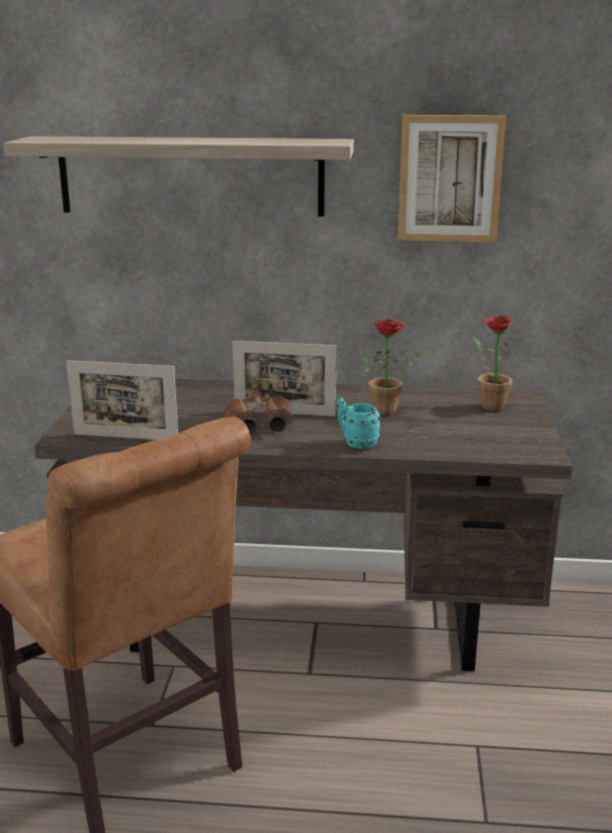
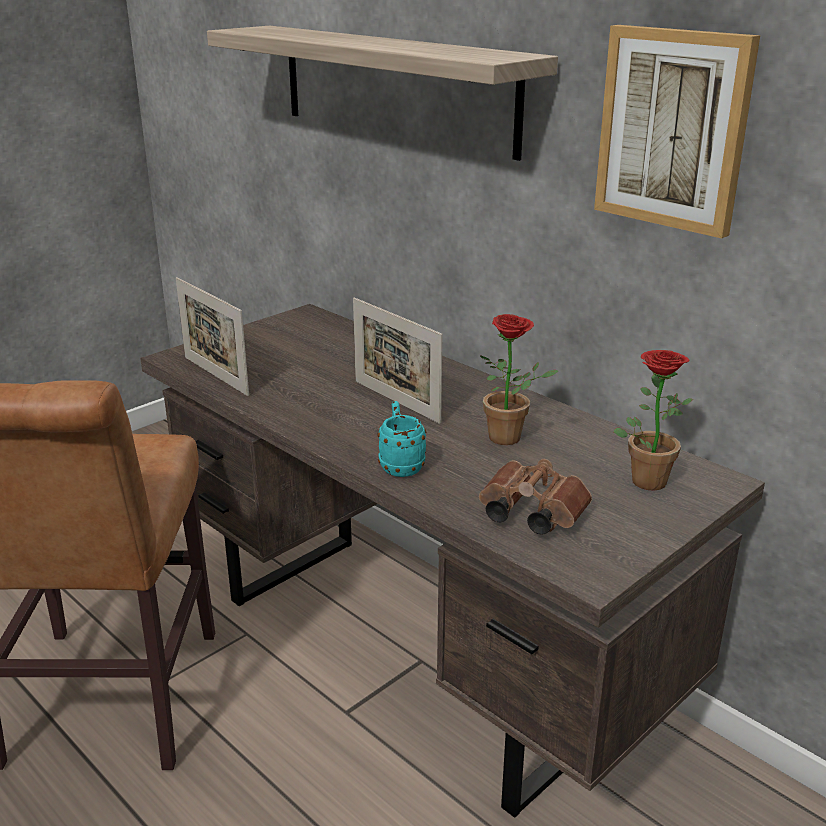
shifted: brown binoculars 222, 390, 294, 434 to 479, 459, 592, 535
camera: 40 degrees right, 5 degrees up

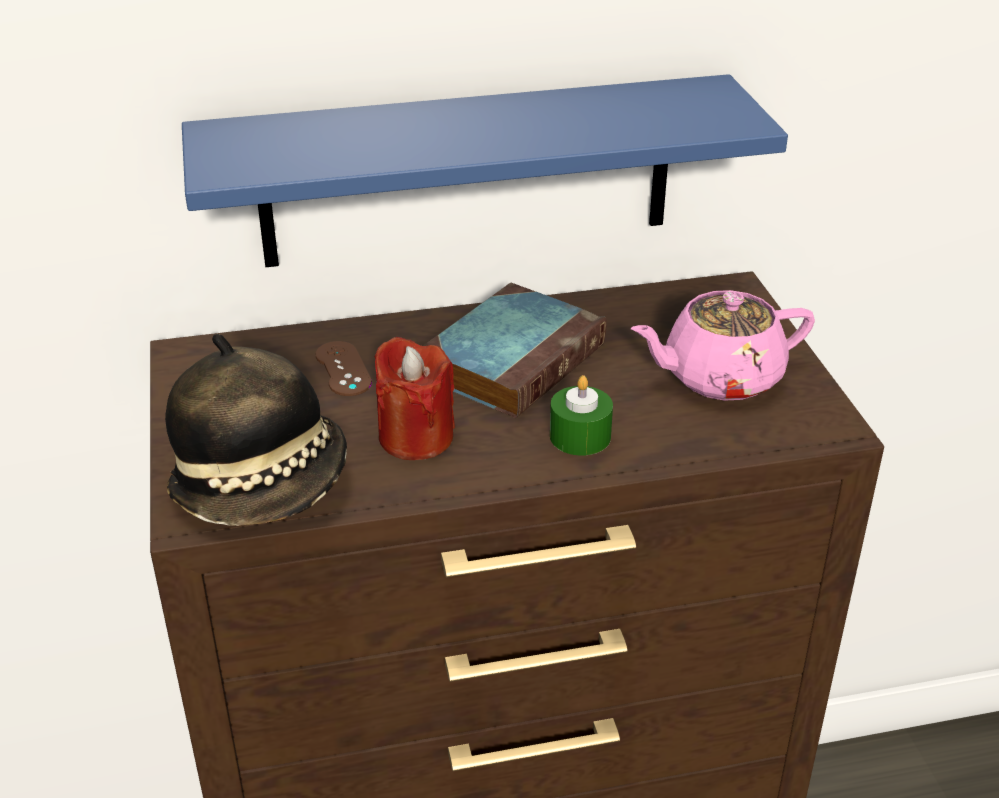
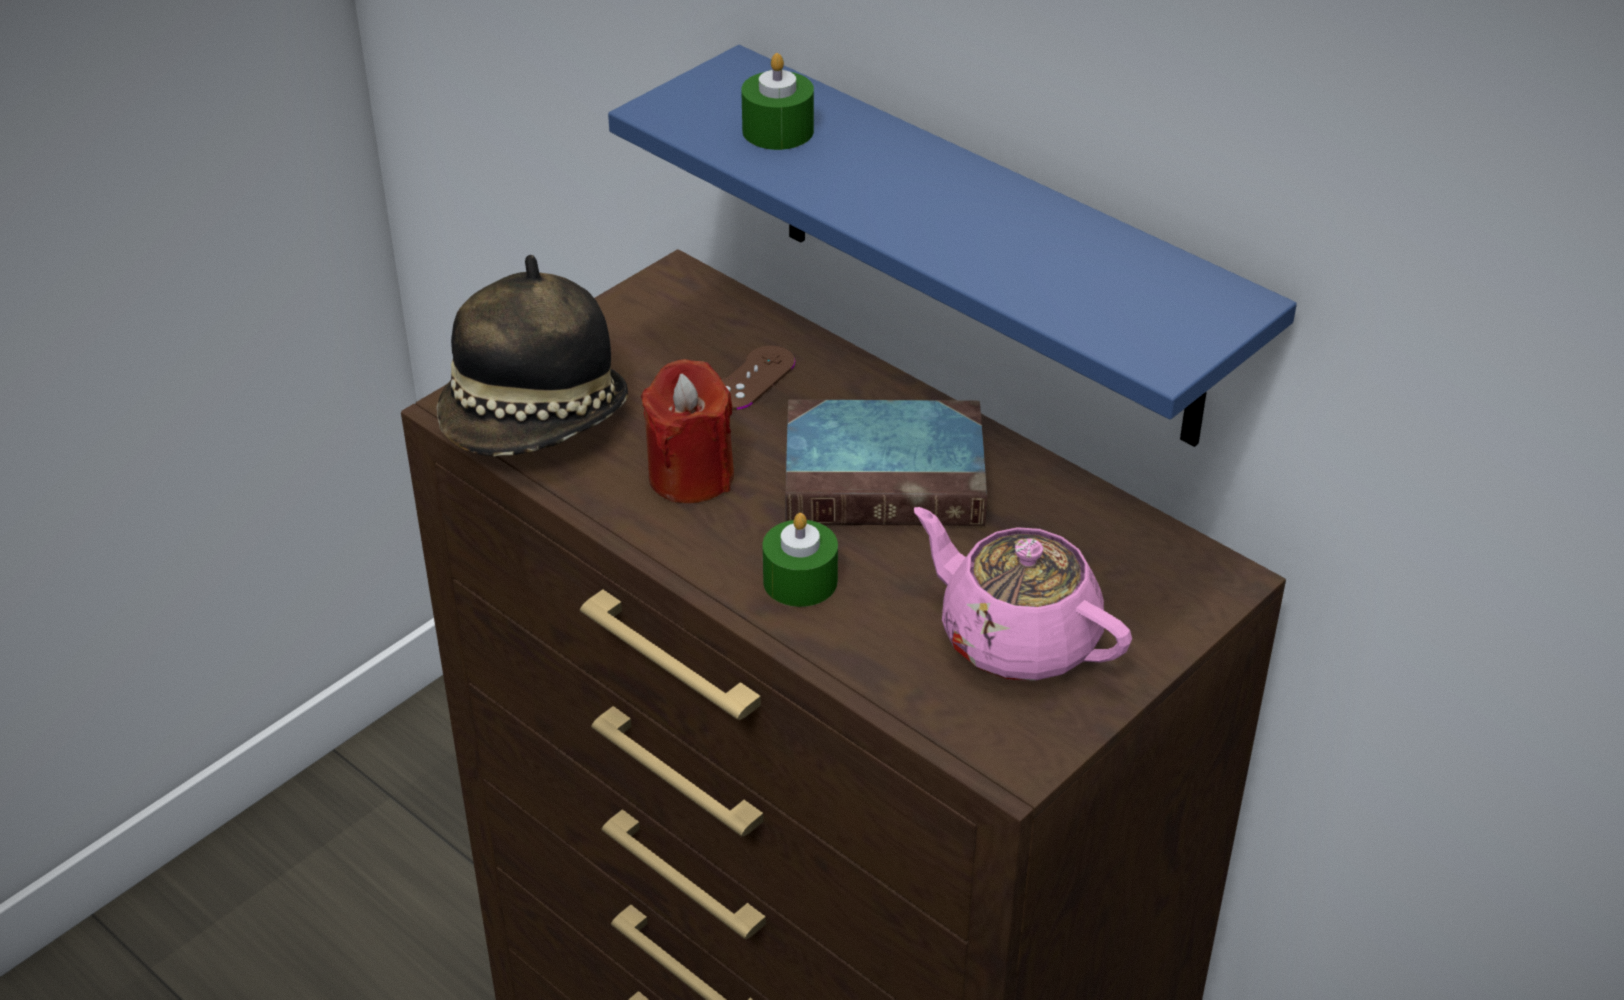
new: green candle 741, 53, 814, 150
camera: 55 degrees right, 5 degrees up

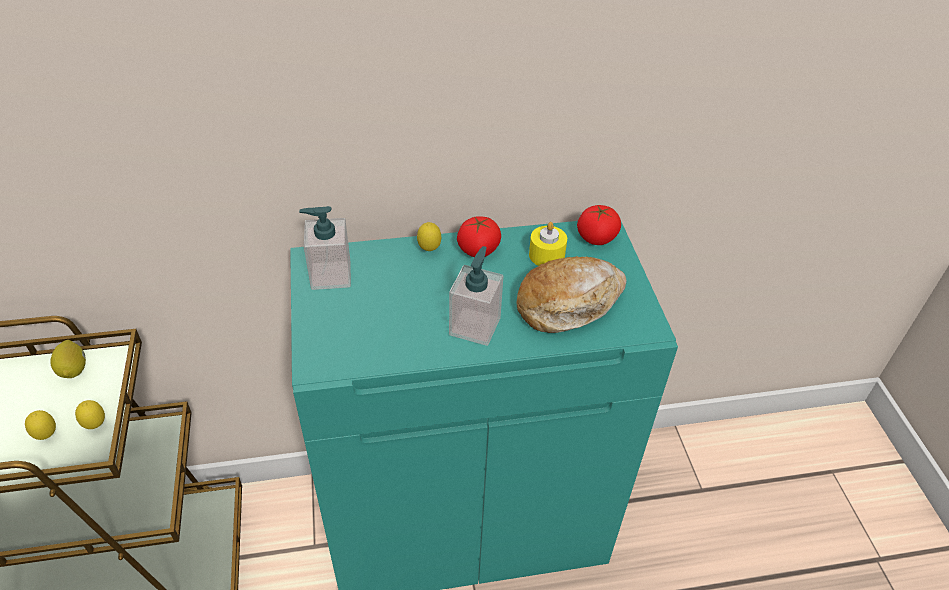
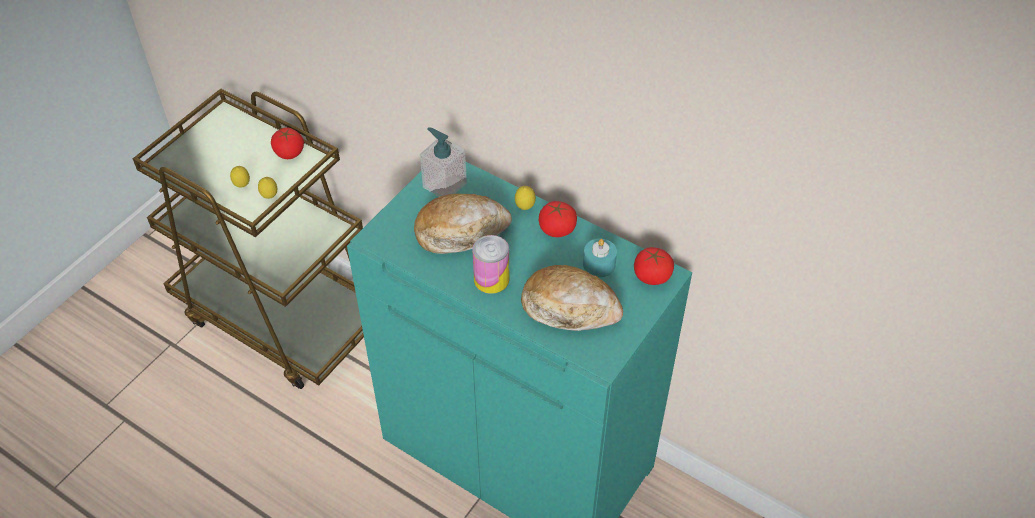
new: bread 414, 194, 512, 254
swapped: soap dispenser 449, 246, 503, 346 to can 472, 235, 509, 294; lemon 50, 340, 86, 378 to tomato 271, 127, 304, 159
repainted: yellow candle 529, 222, 567, 266 to turquoise candle 583, 239, 617, 277
camera: 45 degrees right, 5 degrees up

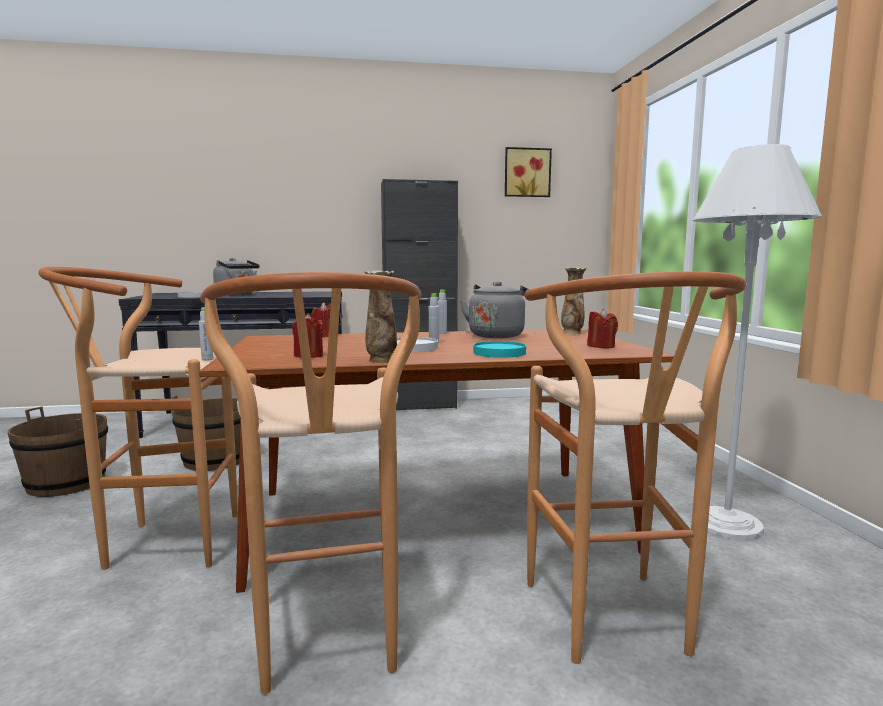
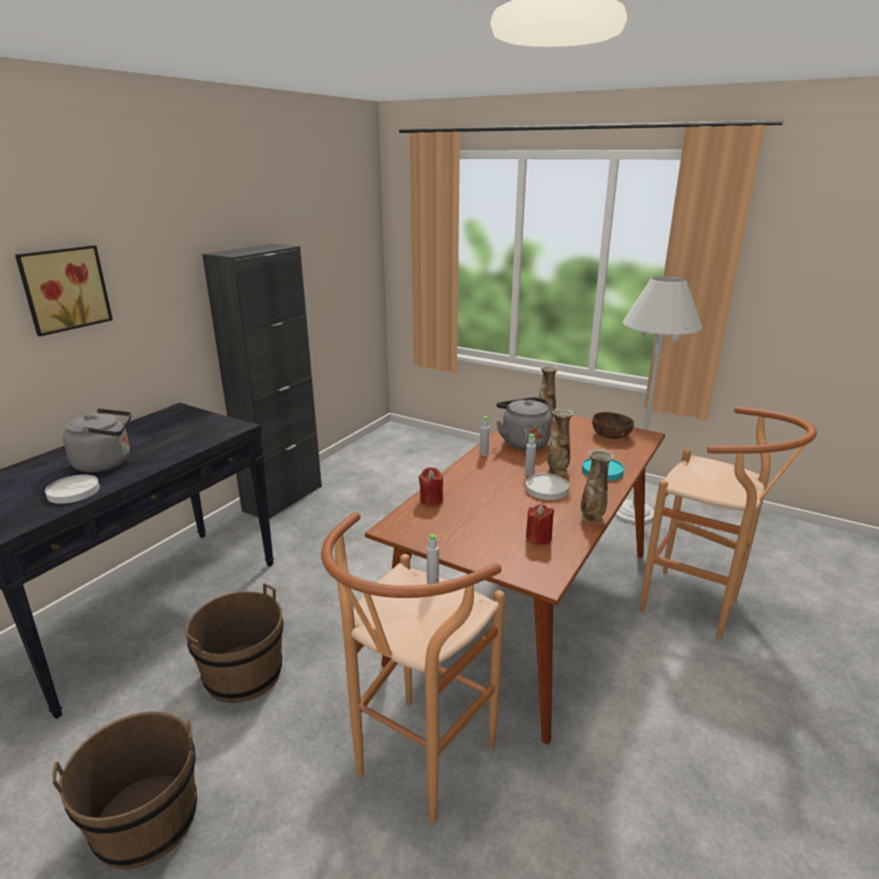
gone: brown stool 200, 272, 421, 695
new: vase 548, 408, 573, 475
shifted: picture 505, 147, 552, 197 to 15, 245, 113, 336
swapped: red candle 587, 308, 618, 348 to brown bowl 592, 412, 634, 439
camera: 50 degrees left, 15 degrees up

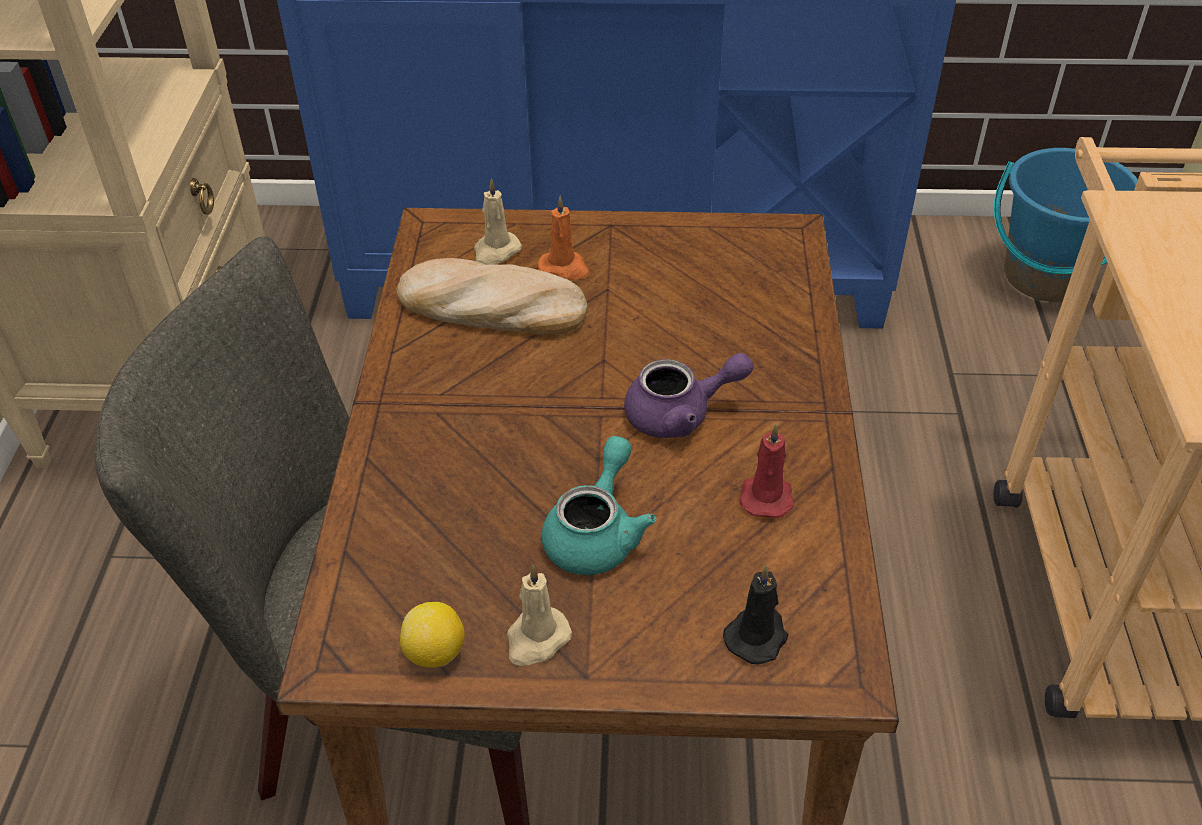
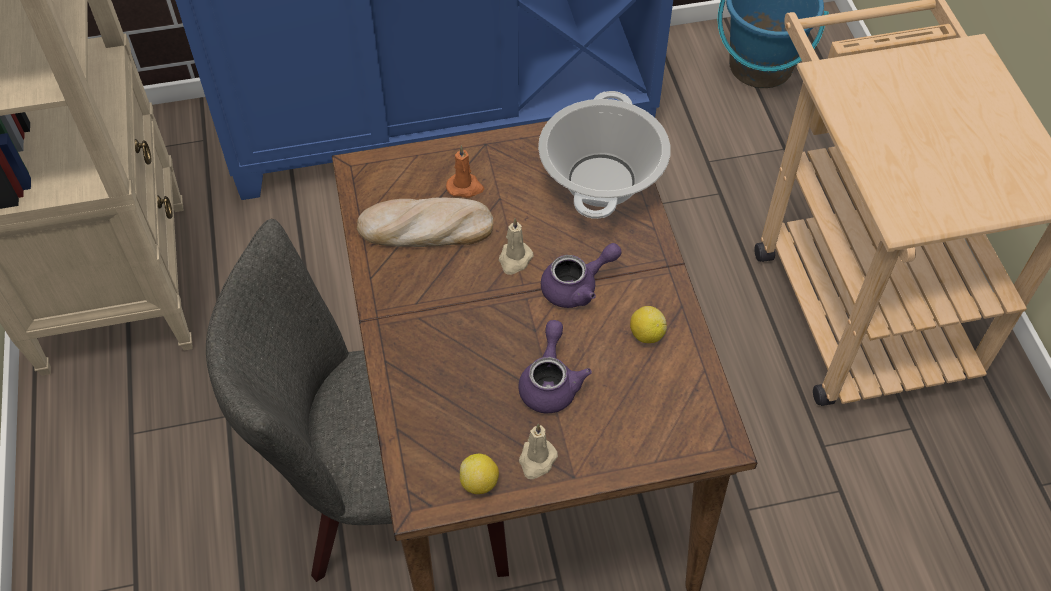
gone: black candle 723, 565, 788, 665
new: cooking pot 538, 91, 671, 219
shifted: beige candle 474, 178, 522, 265 to 499, 218, 534, 275
swapped: red candle 739, 424, 794, 518 to lemon 630, 306, 667, 343
repainted: turquoise teapot 542, 436, 656, 575 to purple teapot 518, 320, 592, 413
camera: 15 degrees left, 10 degrees up

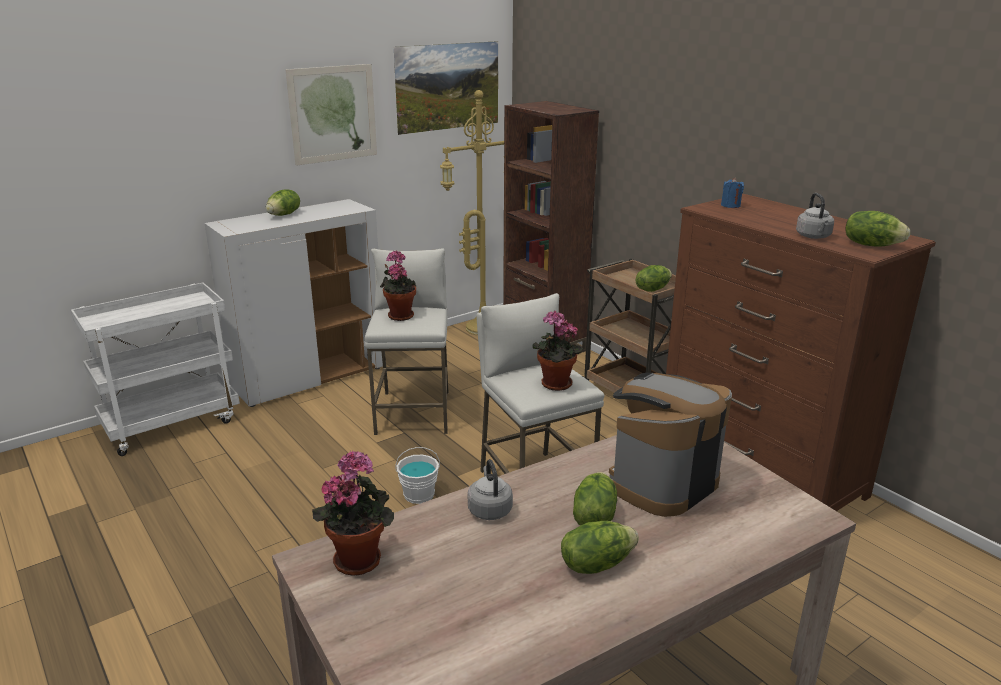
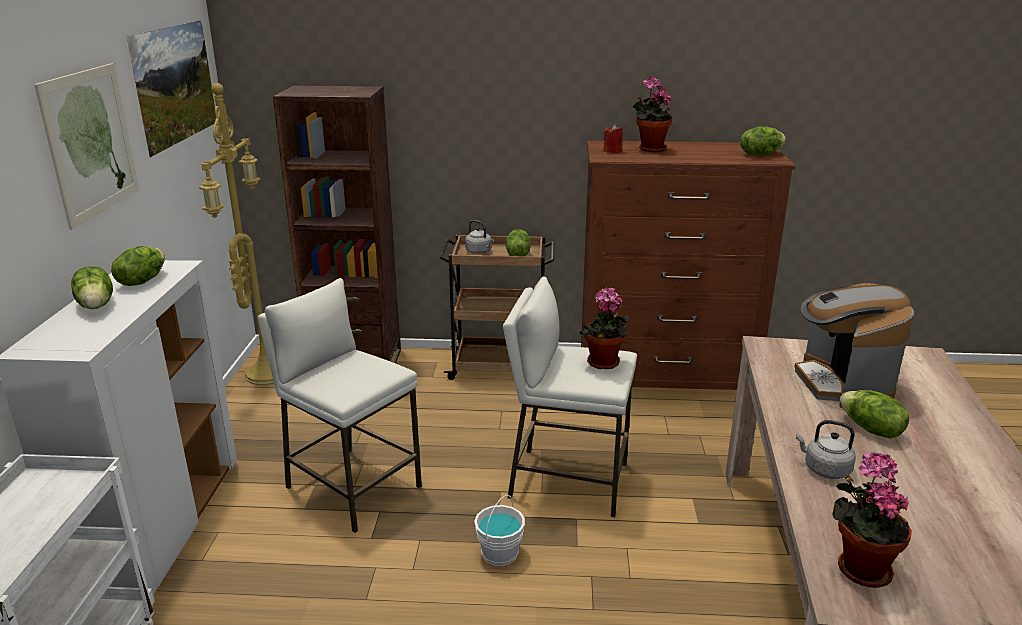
shifted: grey kettle 796, 193, 834, 239 to 465, 220, 494, 254; potted plant 380, 251, 416, 321 to 632, 76, 672, 152; lettuce 561, 521, 639, 574 to 111, 246, 165, 286
repainted: blue candle 721, 178, 744, 208 to red candle 603, 124, 623, 153
camera: 50 degrees left, 0 degrees up

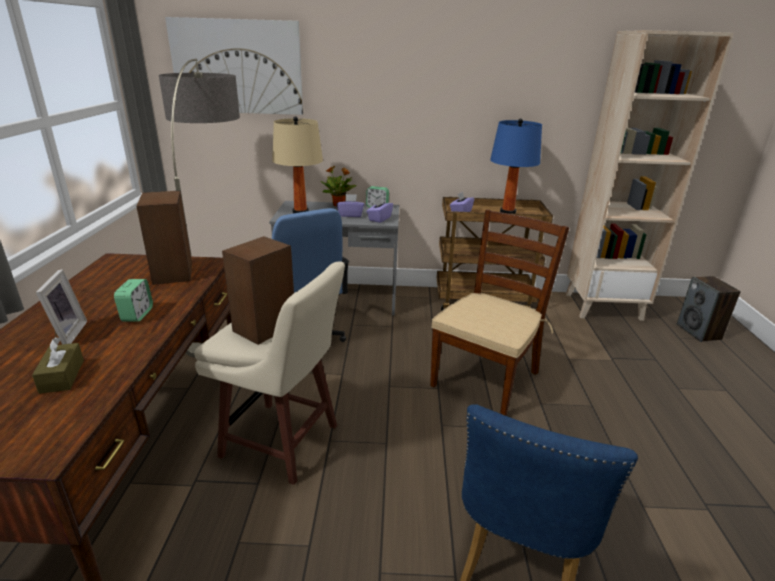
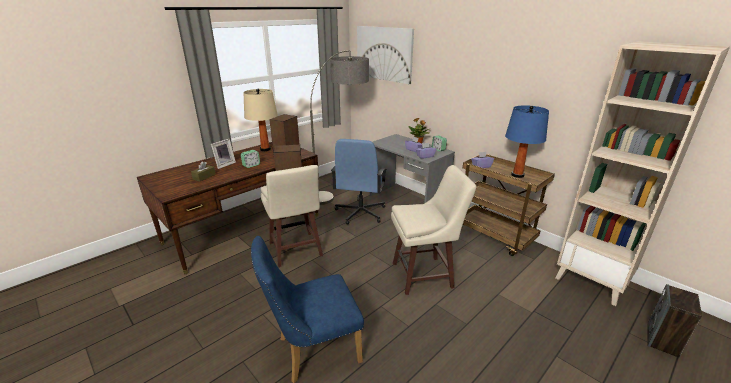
shifted: beige table lamp 272, 116, 323, 213 to 243, 89, 278, 151
swapped: brown chair 430, 209, 569, 416 to beige stool 391, 165, 477, 295
camera: 45 degrees right, 0 degrees up

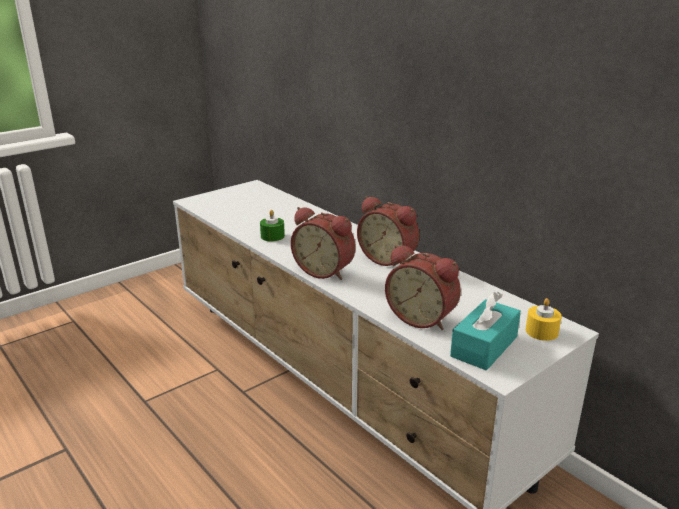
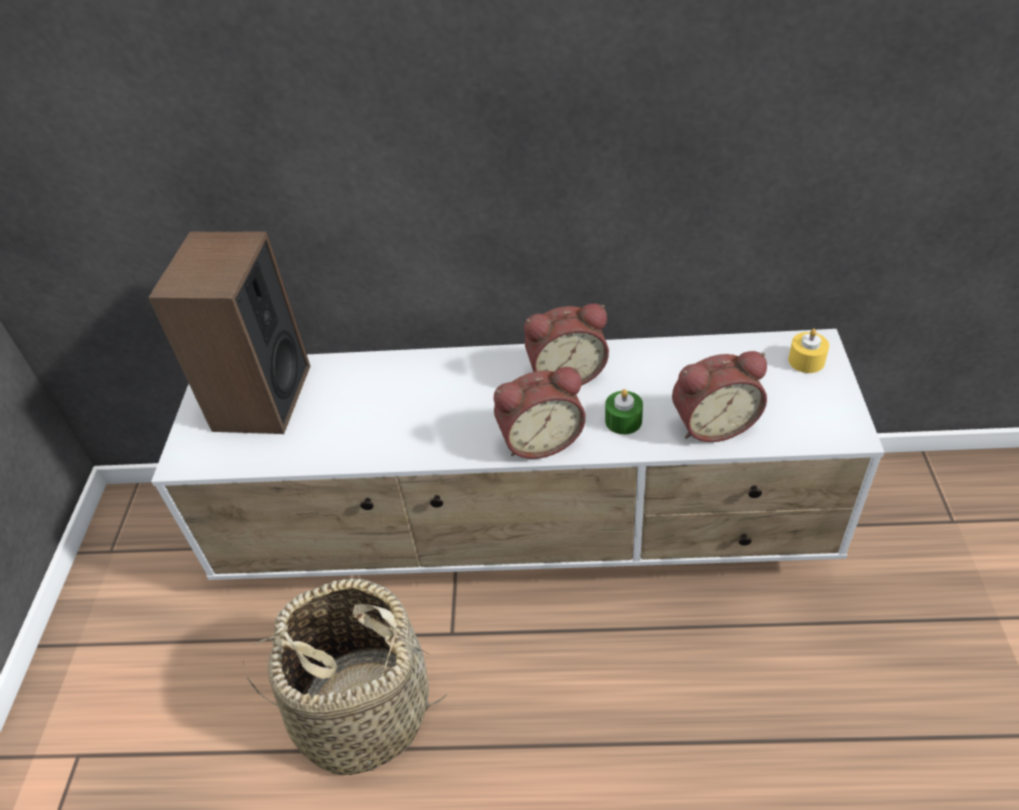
gone: turquoise tissue box 450, 291, 521, 370
new: speaker 148, 231, 310, 434; basket 243, 579, 448, 775
shifted: green candle 260, 210, 285, 242 to 605, 389, 643, 435
camera: 45 degrees left, 20 degrees up

